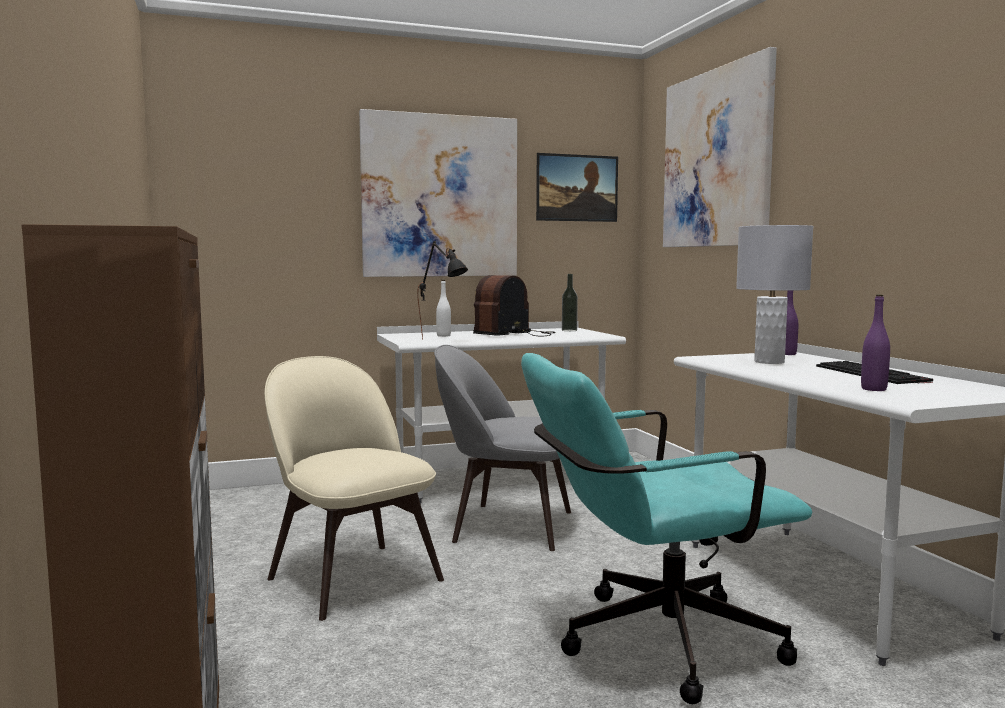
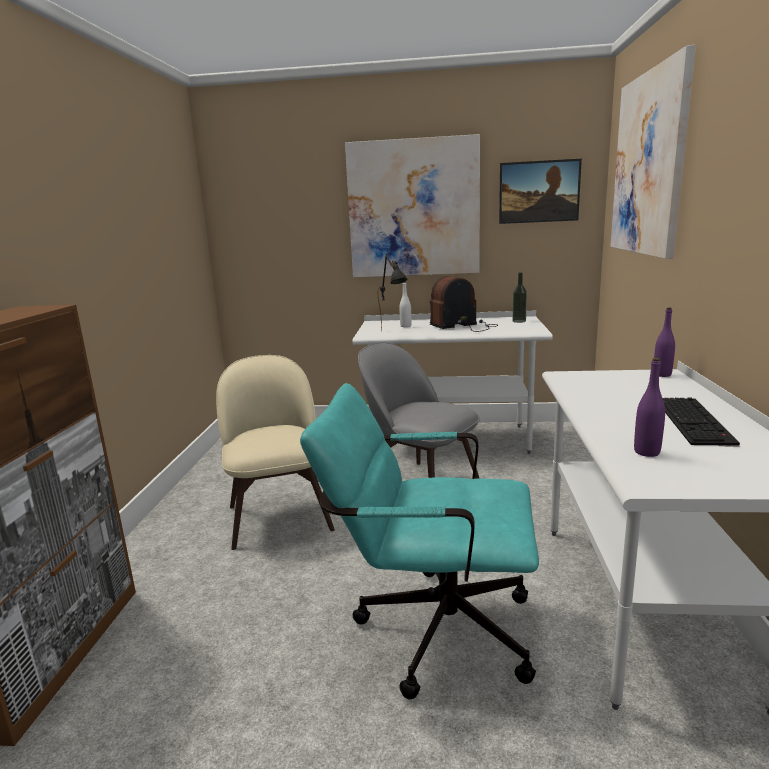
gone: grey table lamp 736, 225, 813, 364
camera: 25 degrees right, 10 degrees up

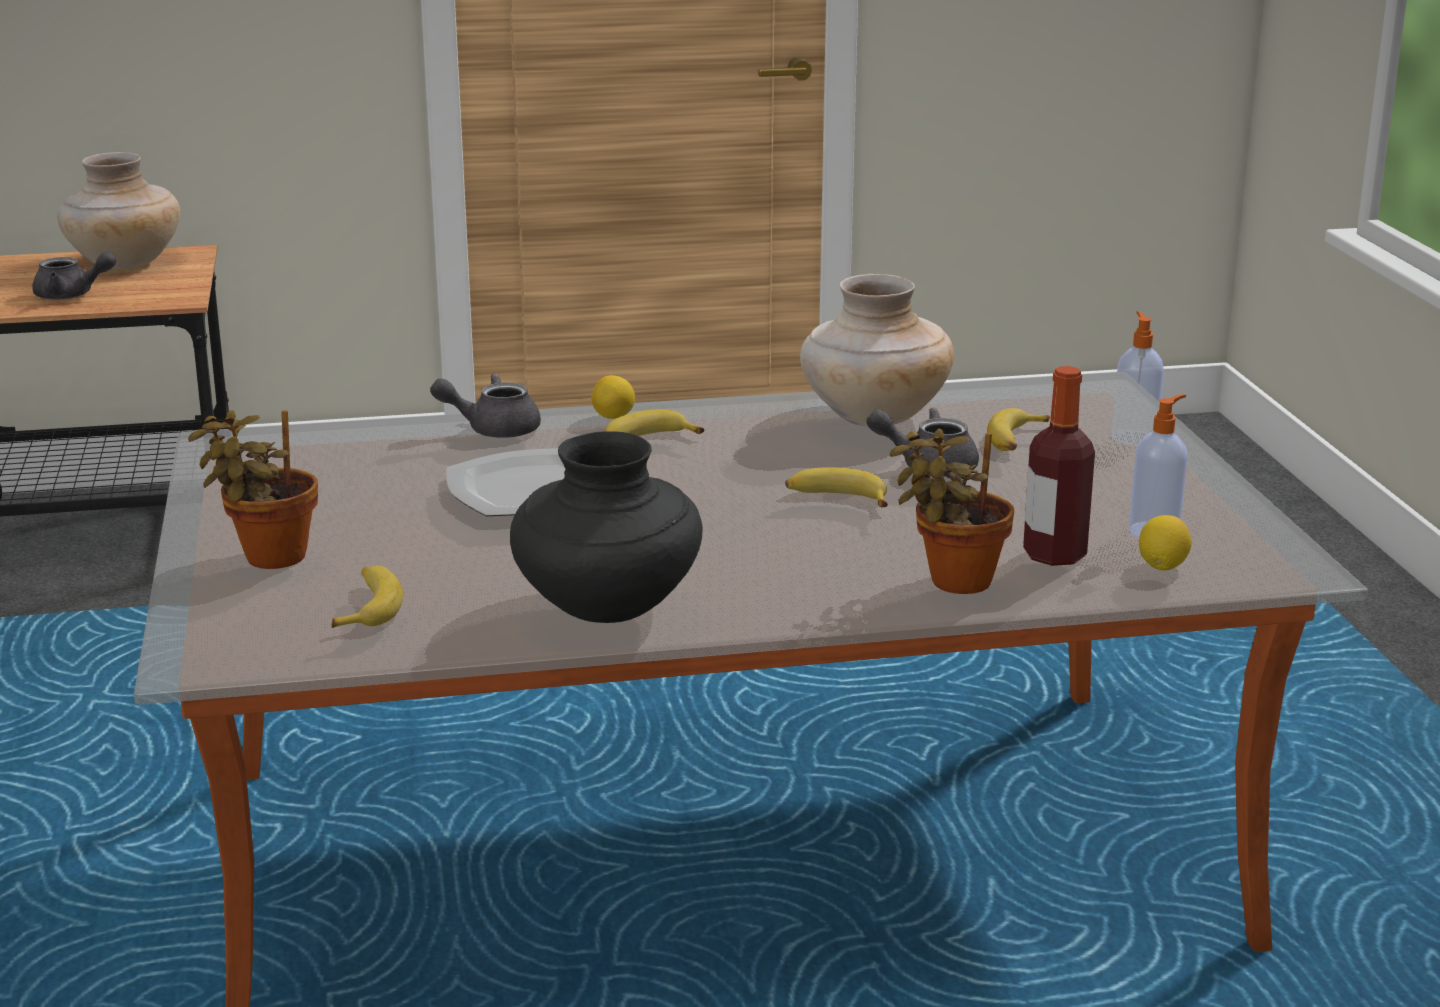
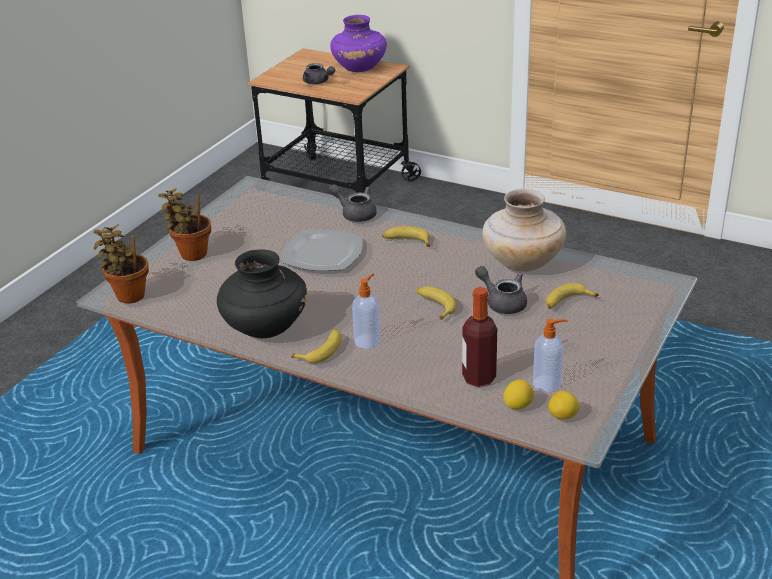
shifted: soap dispenser 1112, 311, 1164, 446 to 352, 274, 380, 349; lemon 592, 375, 635, 419 to 548, 391, 579, 420; potted plant 890, 429, 1015, 594 to 93, 225, 149, 304; banana 332, 565, 403, 628 to 291, 329, 342, 363
repainted: beige vase 57, 152, 180, 269 to purple vase 330, 15, 387, 72
camera: 40 degrees right, 10 degrees up

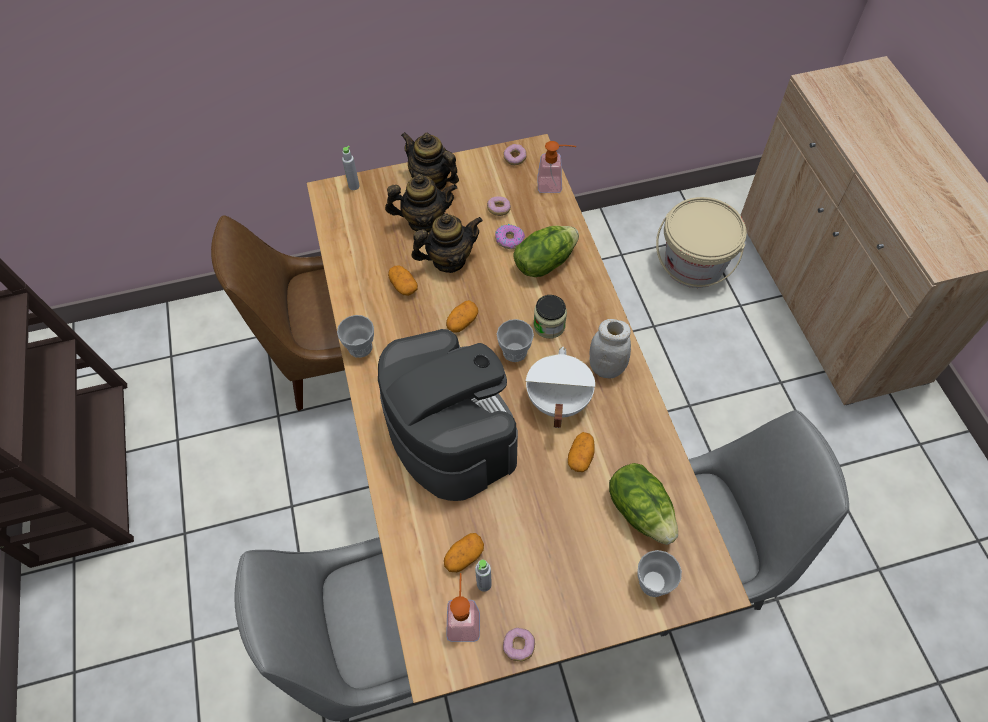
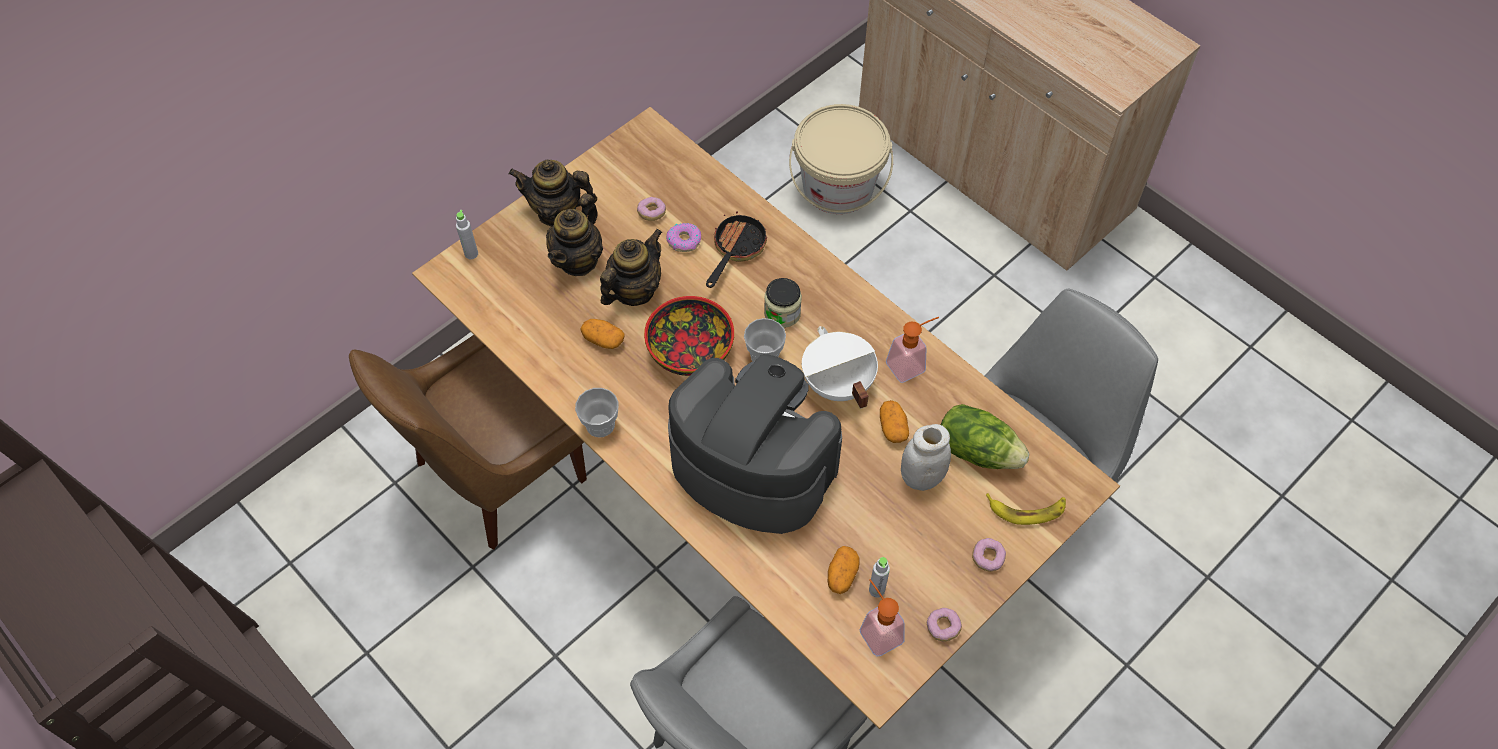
shifted: soap dispenser 537, 141, 576, 193 to 886, 317, 939, 383; donut 504, 144, 527, 165 to 972, 538, 1006, 572; white jar 589, 319, 631, 378 to 901, 424, 951, 491
swapped: lettuce 514, 226, 579, 277 to frying pan 706, 211, 767, 288; potato 446, 300, 478, 333 to bowl 644, 296, 734, 376; cup 637, 550, 682, 597 to banana 986, 493, 1066, 525
rotated: teapot 385, 174, 457, 233 = 546, 193, 603, 276 150 degrees clockwise
camera: 30 degrees left, 0 degrees up

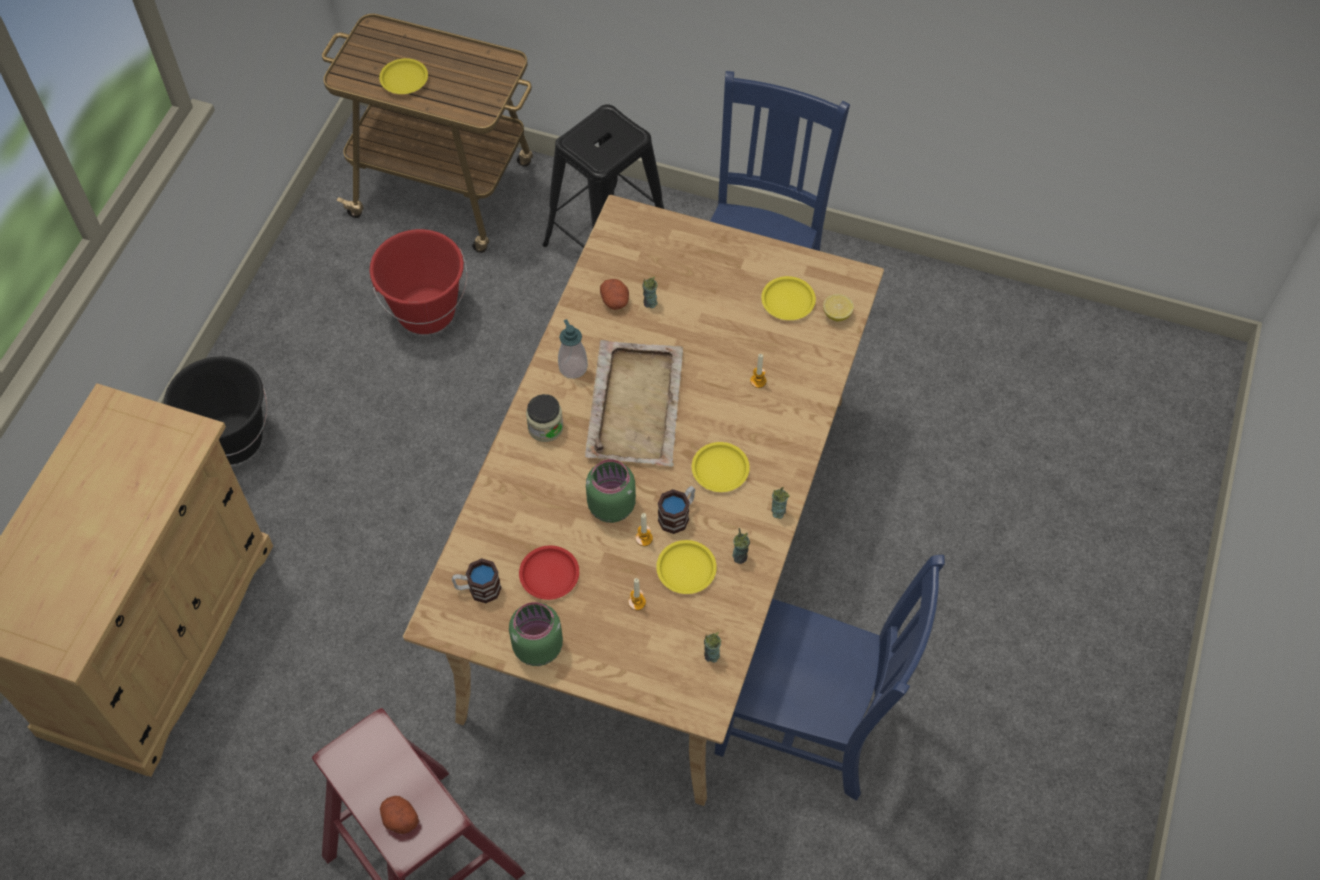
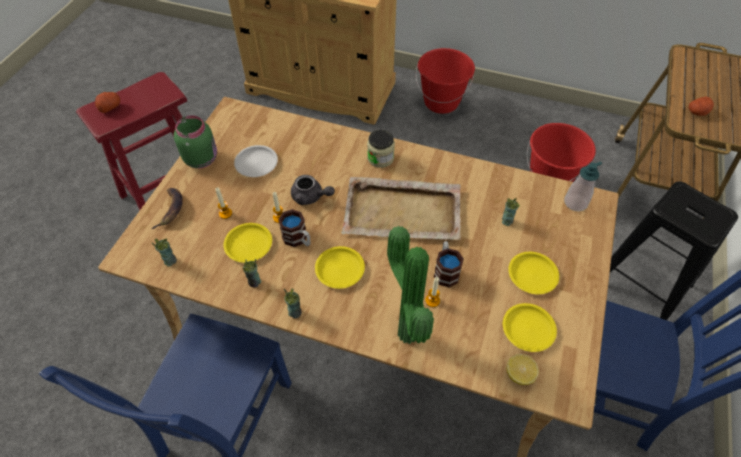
new: banana 151, 188, 183, 229; potted plant 387, 226, 434, 344
shifted: yellow plate 379, 58, 428, 94 to 508, 252, 559, 294; potato 600, 279, 629, 310 to 689, 96, 714, 116; soap dispenser 558, 319, 588, 379 to 564, 161, 602, 211; mug 452, 558, 502, 603 to 434, 241, 464, 287
swapped: green jar 586, 459, 636, 523 to grey teapot 291, 175, 335, 205
repainted: black bucket 164, 356, 268, 465 to red bucket 416, 48, 475, 114; red plate 519, 545, 579, 600 to white plate 234, 145, 278, 177
camera: 90 degrees right, 5 degrees down

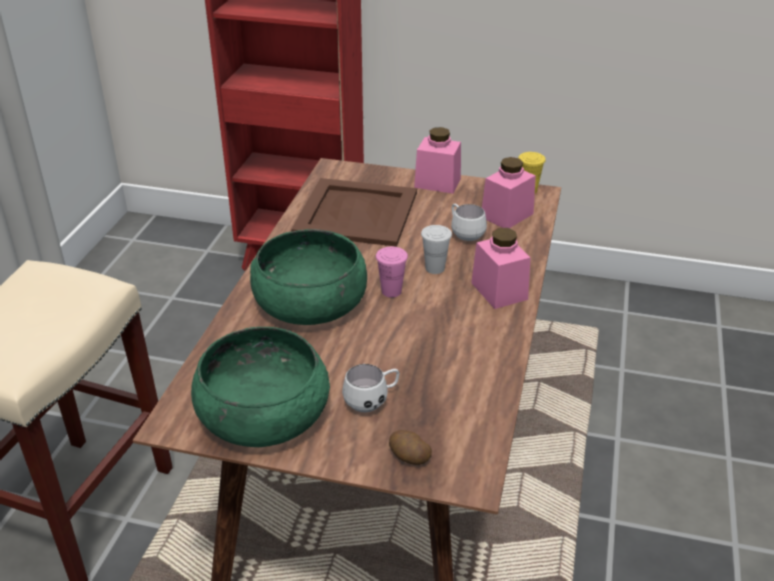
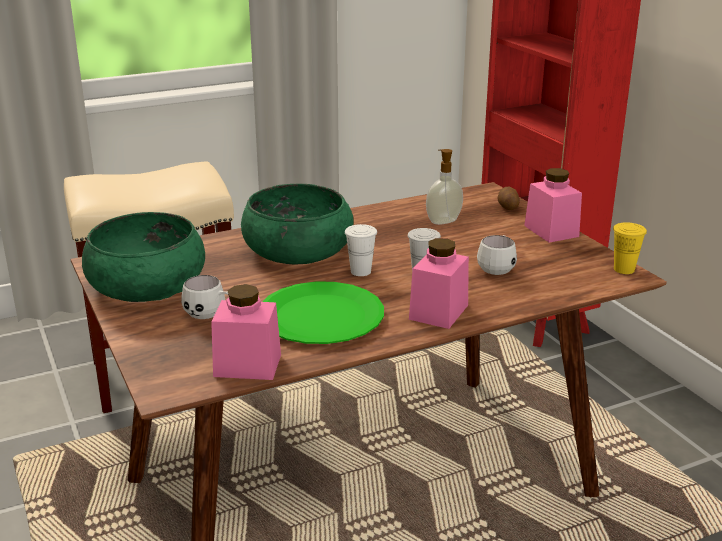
new: green plate 263, 282, 384, 344
shifted: pink jar 482, 157, 536, 228 to 211, 284, 281, 380; potato 389, 430, 432, 465 to 498, 187, 519, 210
swapped: brown tray 291, 178, 417, 247 to soap dispenser 426, 149, 463, 225
repainted: pink cup 376, 247, 408, 297 to white cup 345, 224, 377, 276
camera: 50 degrees right, 10 degrees down

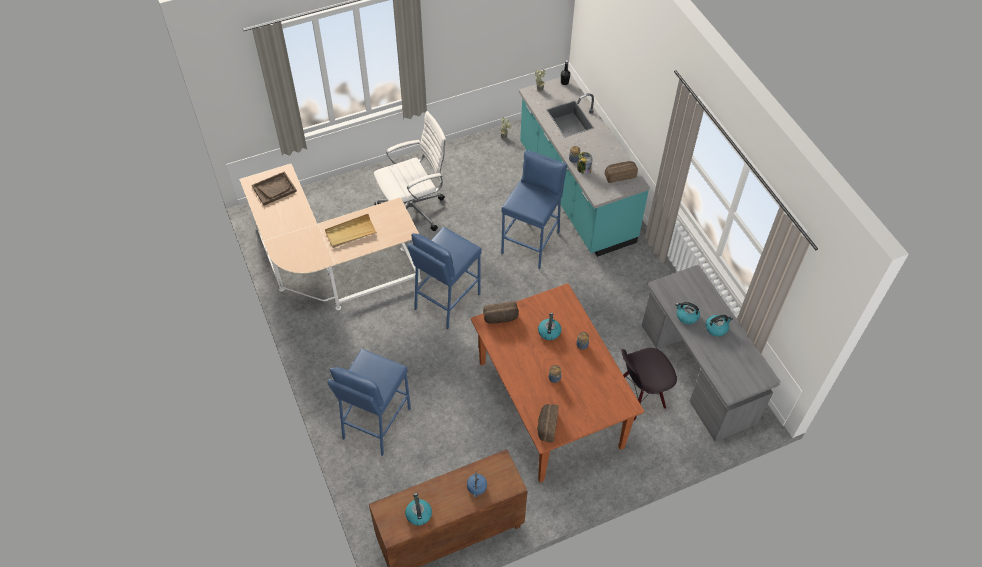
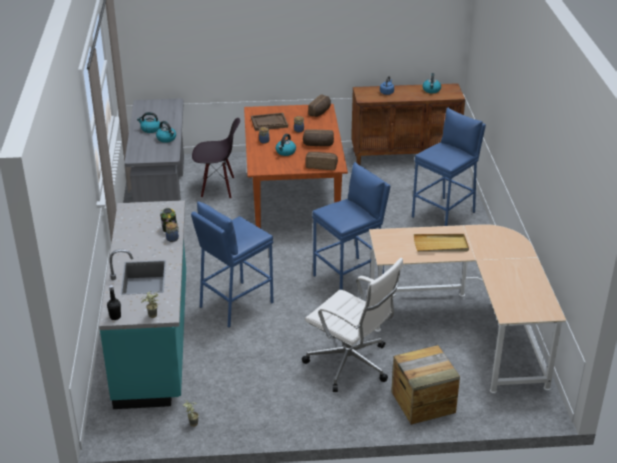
new: crate 391, 345, 460, 425
shifted: bread 605, 161, 638, 183 to 303, 129, 334, 146; brown tray 252, 171, 297, 205 to 251, 113, 288, 131
rotated: white office chair 374, 111, 447, 231 = 302, 258, 403, 392 135 degrees counterclockwise
camera: 160 degrees left, 20 degrees down

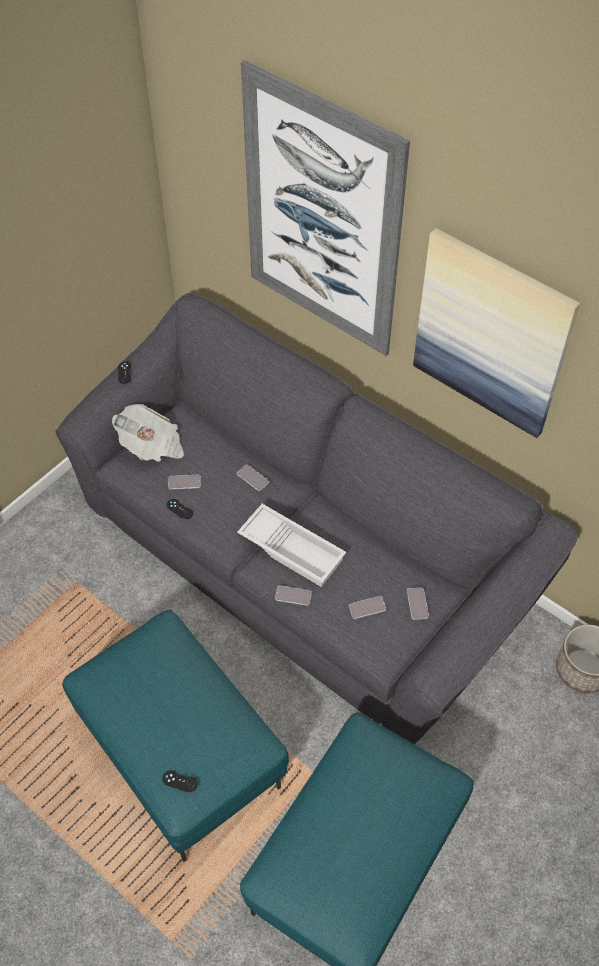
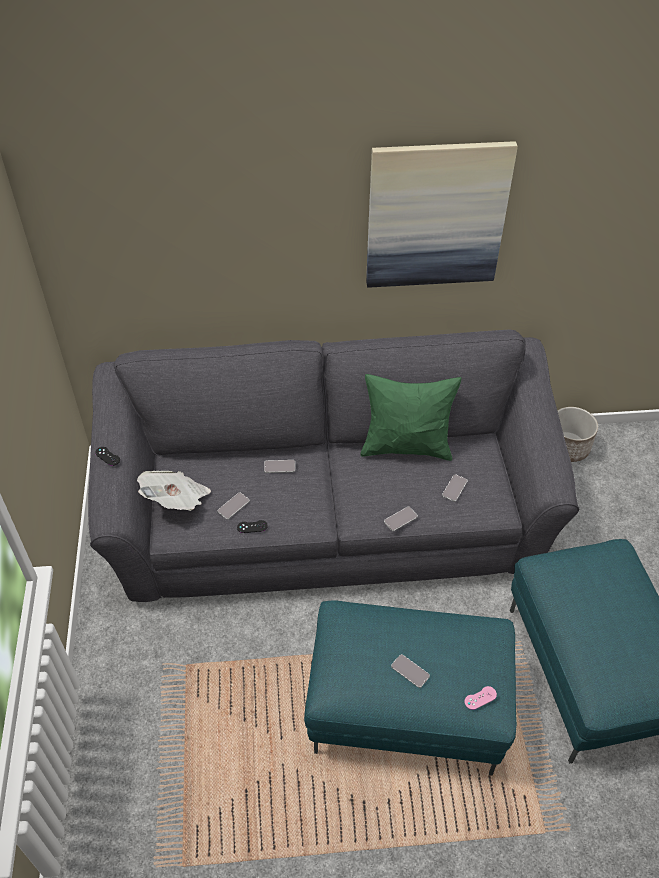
gone: picture 241, 60, 410, 356; white tray 237, 504, 346, 587
new: green pillow 360, 374, 462, 461
shifted: phone 407, 587, 429, 620 to 391, 654, 430, 688
repainted: black game controller 162, 770, 198, 792 to pink game controller 464, 686, 497, 710
camera: 45 degrees left, 5 degrees down

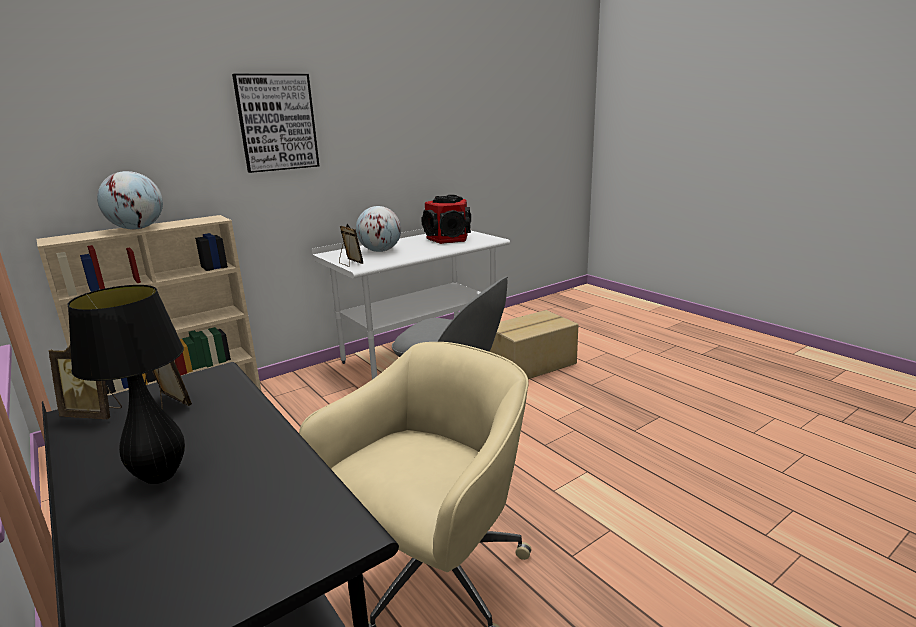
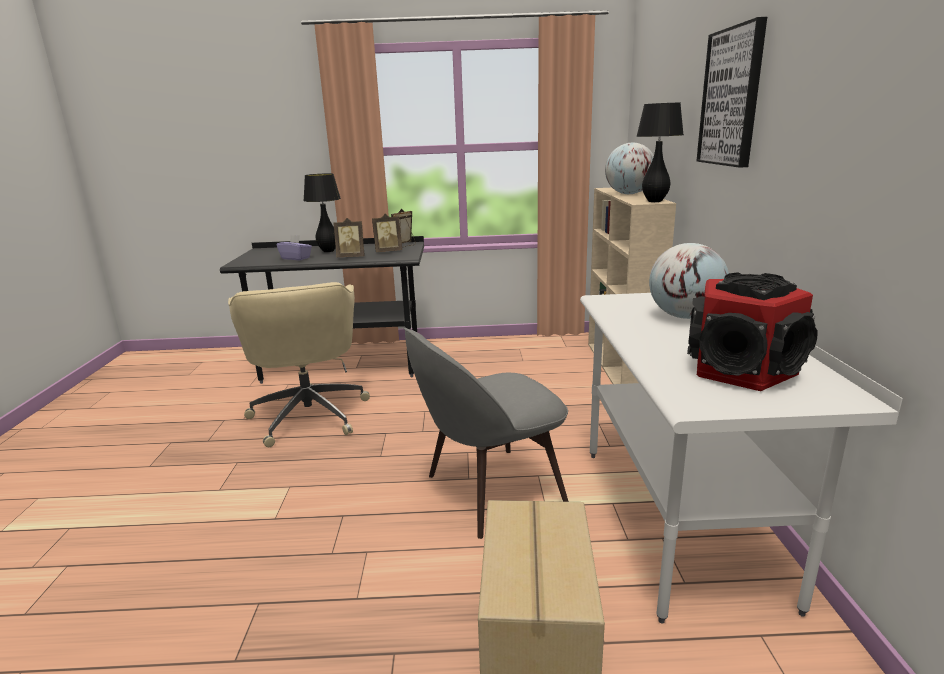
new: black table lamp 636, 103, 683, 202; purple tissue box 277, 235, 312, 260
shifted: picture frame 339, 224, 363, 267 to 334, 218, 365, 257
camera: 125 degrees right, 0 degrees up

